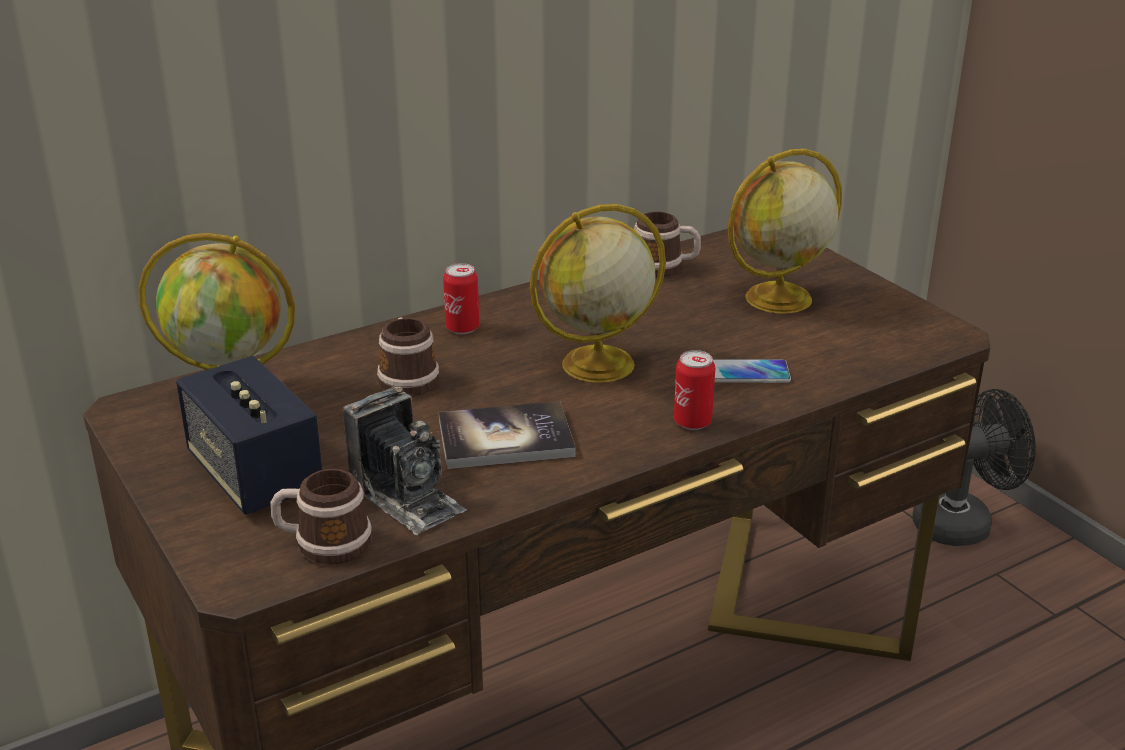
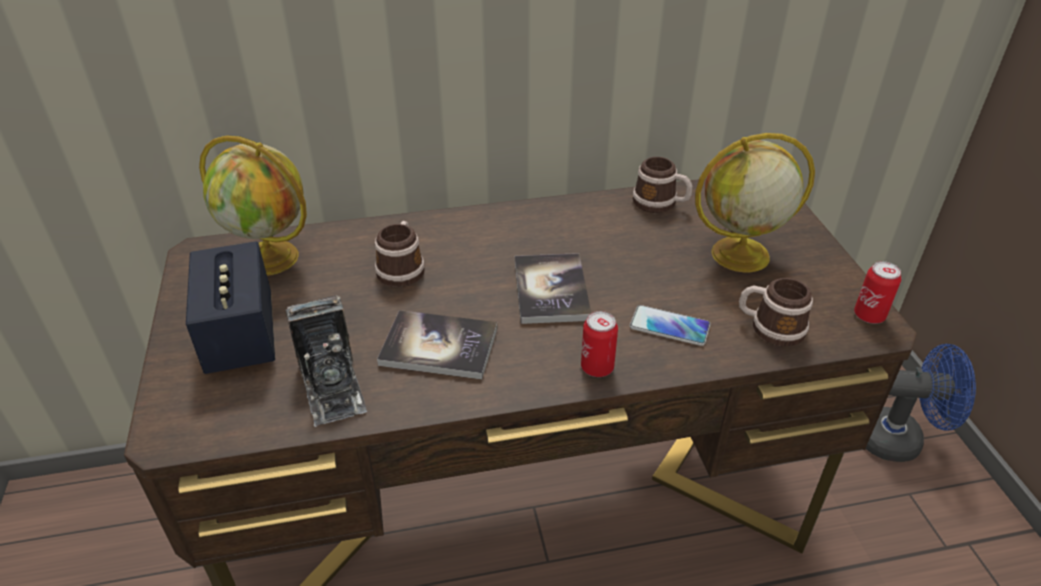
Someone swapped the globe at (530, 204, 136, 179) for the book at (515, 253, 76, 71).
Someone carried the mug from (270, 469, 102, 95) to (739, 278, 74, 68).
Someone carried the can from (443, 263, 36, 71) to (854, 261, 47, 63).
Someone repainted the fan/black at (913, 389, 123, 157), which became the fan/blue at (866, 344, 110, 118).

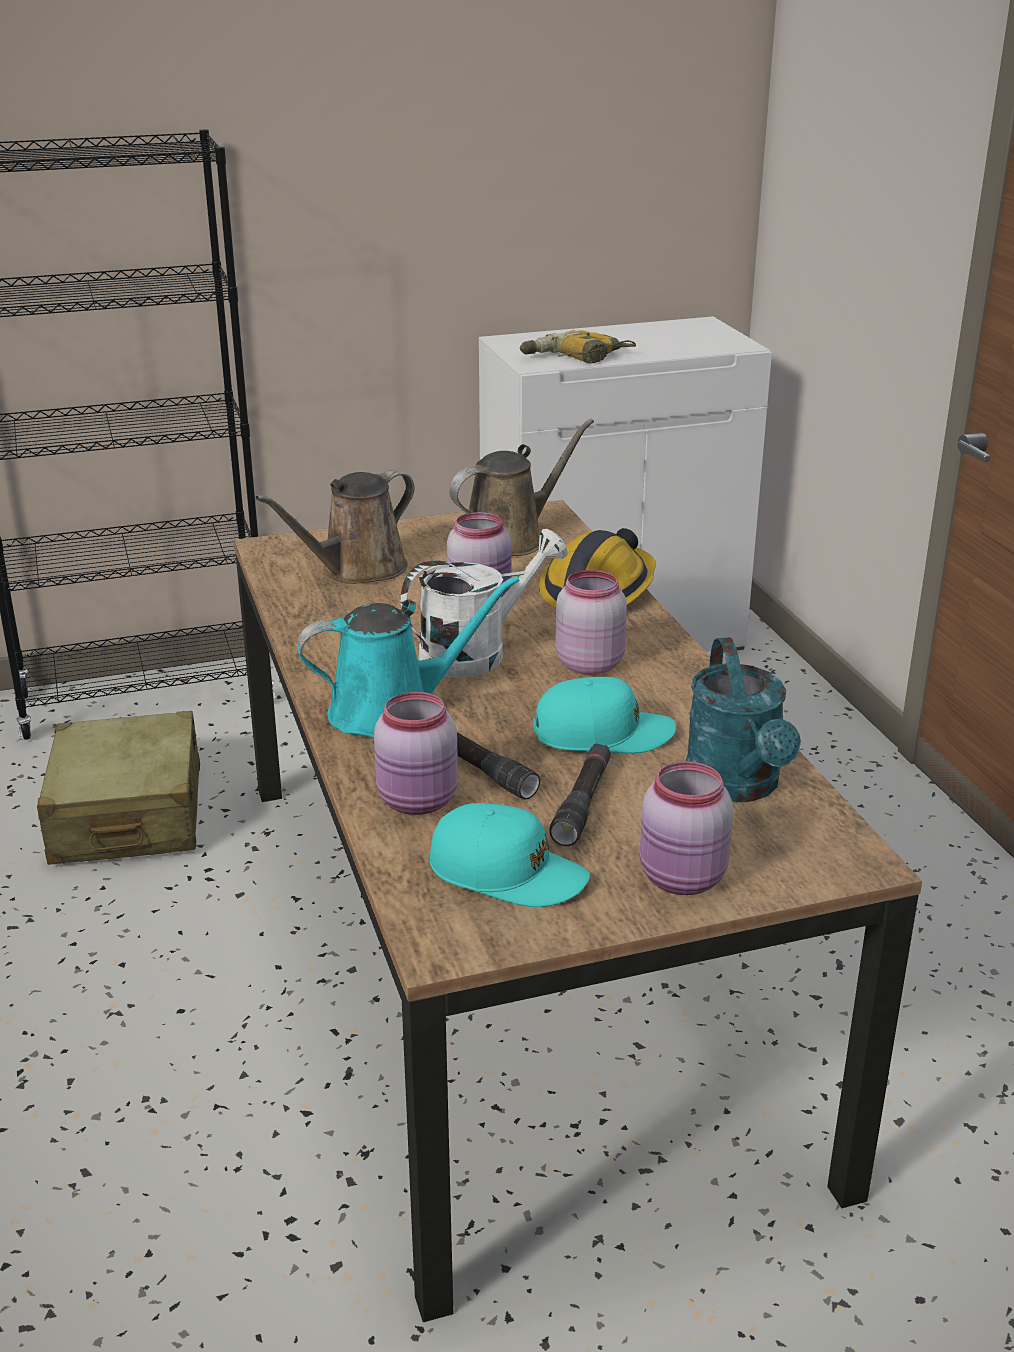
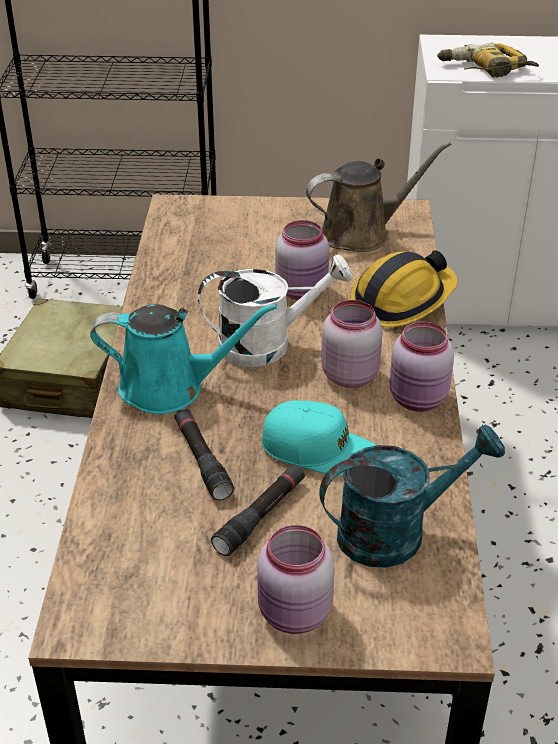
Someone rotated the watering can/turquoise at (686, 637, 115, 165) by 120 degrees counterclockwise.
Someone carried the jar/pink from (374, 692, 84, 123) to (390, 322, 64, 89).
Someone took away the watering can/brown at (255, 470, 160, 114).
Someone took away the cap/turquoise at (430, 803, 160, 104).

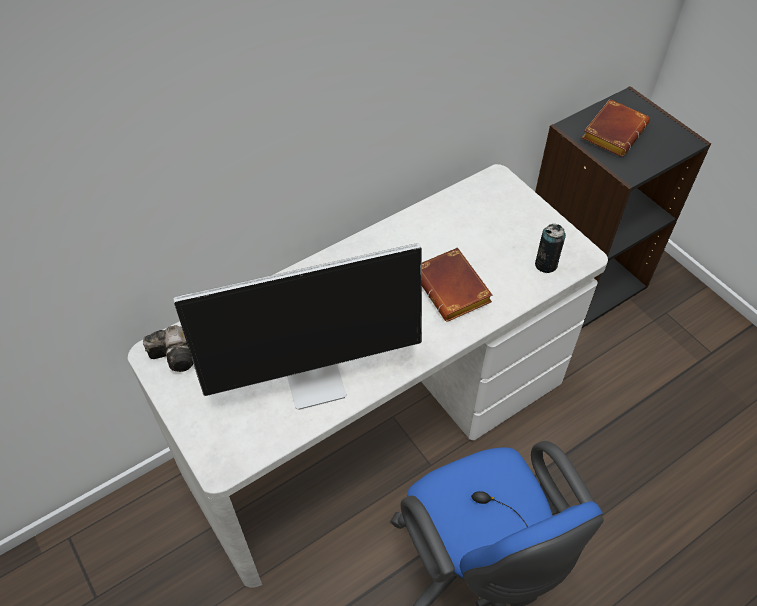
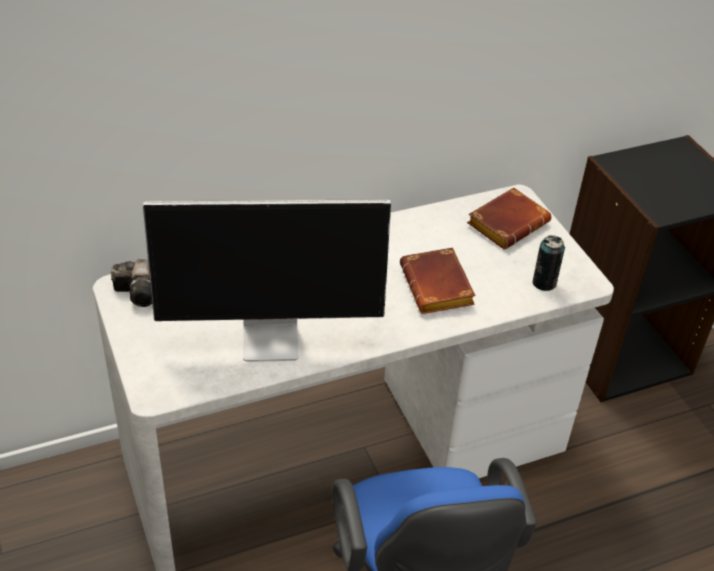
Someone carried the book/brown from (582, 99, 68, 58) to (467, 187, 84, 63).

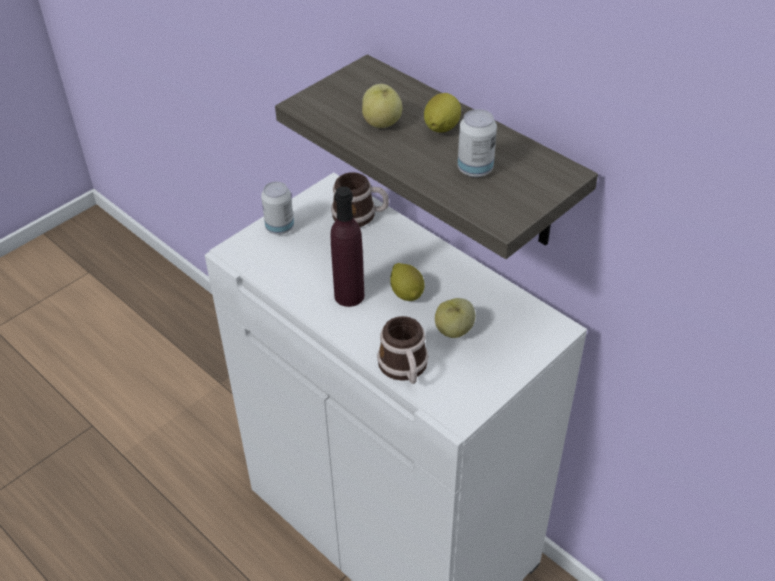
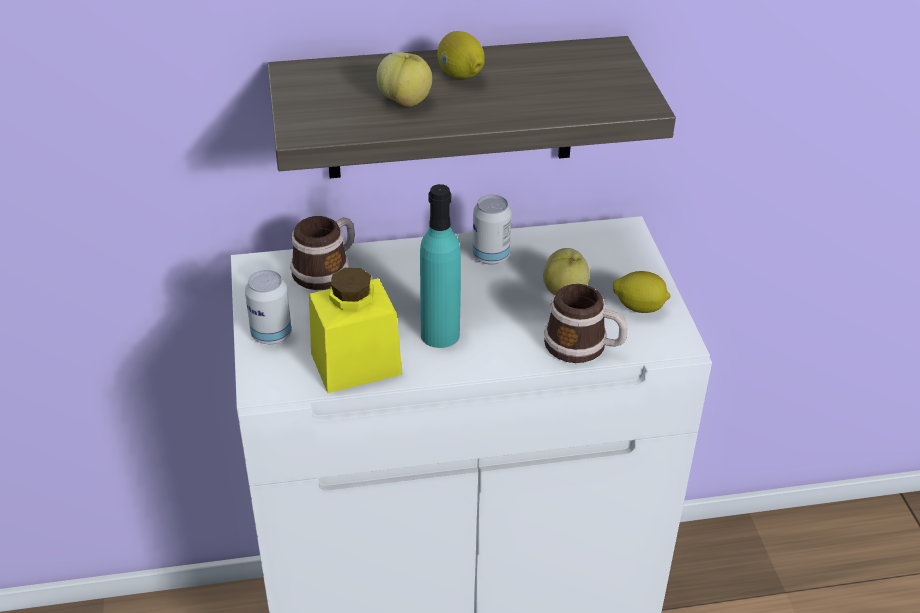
Someone put down the jar/yellow at (309, 268, 93, 125).
Someone repainted the bottle/purple at (330, 186, 34, 121), which became the bottle/turquoise at (420, 184, 41, 164).
Someone carried the can from (458, 109, 39, 68) to (472, 195, 40, 70).
Someone carried the lemon from (390, 263, 34, 38) to (613, 271, 58, 42).

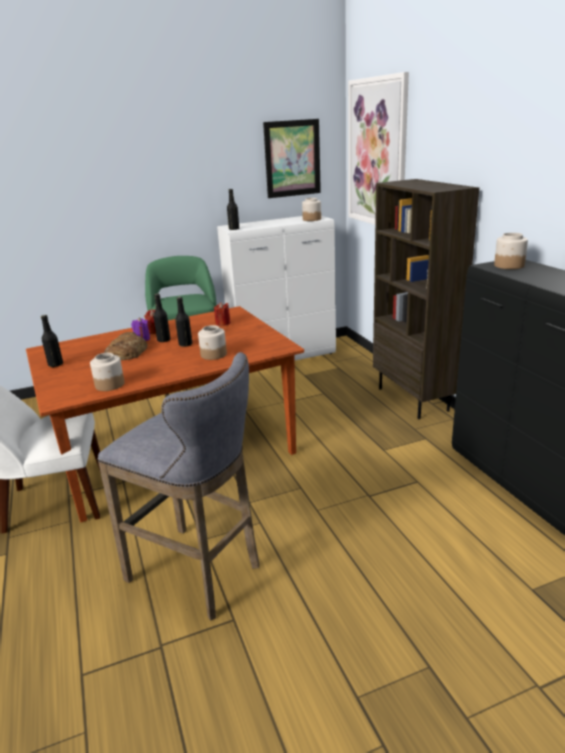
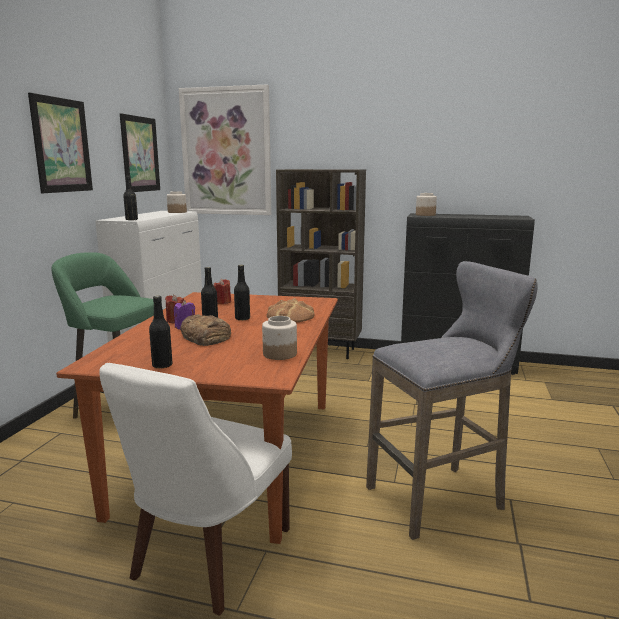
Someone put up the picture at (28, 93, 65, 100).
Someone swapped the jar at (198, 325, 29, 35) for the bread at (267, 298, 47, 24).

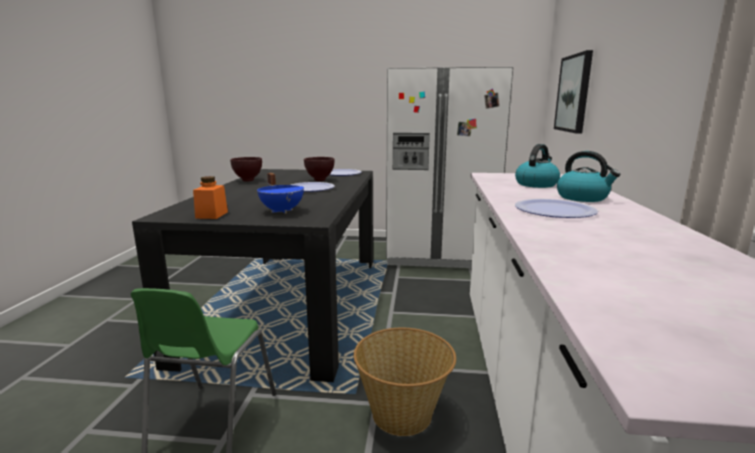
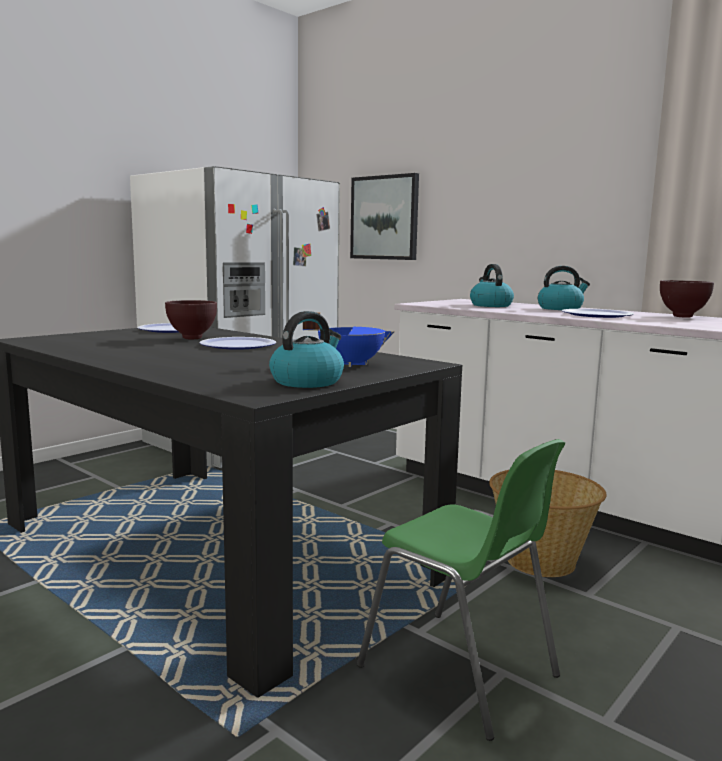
Someone swapped the jar/orange at (193, 176, 35, 43) for the kettle at (269, 311, 75, 77).
Someone carried the bowl/brown from (230, 157, 32, 24) to (660, 280, 54, 38).

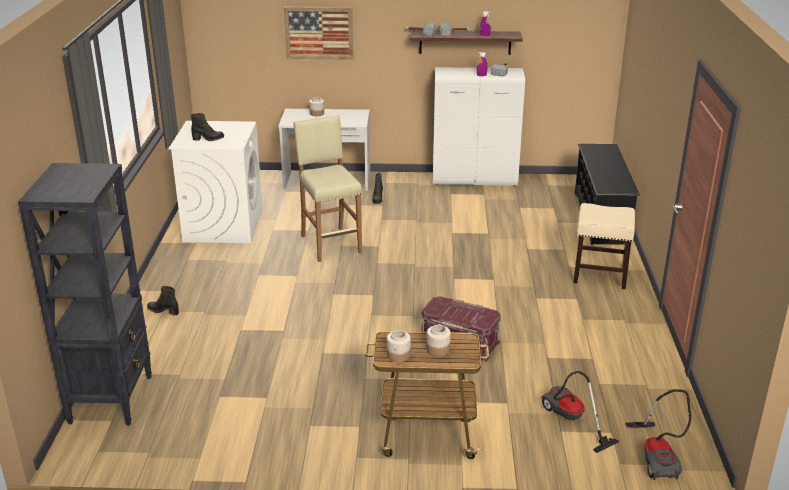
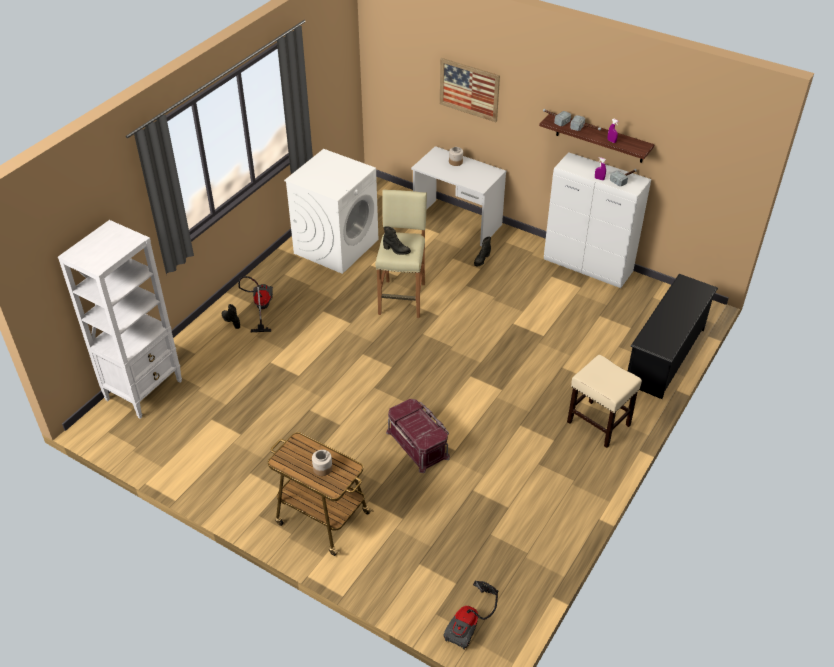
Someone repainted the bookcase/black at (18, 163, 134, 263), which became the bookcase/white at (58, 220, 124, 199).
Someone carried the vacuum cleaner from (541, 371, 78, 82) to (238, 276, 35, 56).
Someone carried the boot/black from (191, 113, 33, 28) to (383, 226, 28, 29).
Someone took away the jar at (387, 330, 24, 32).

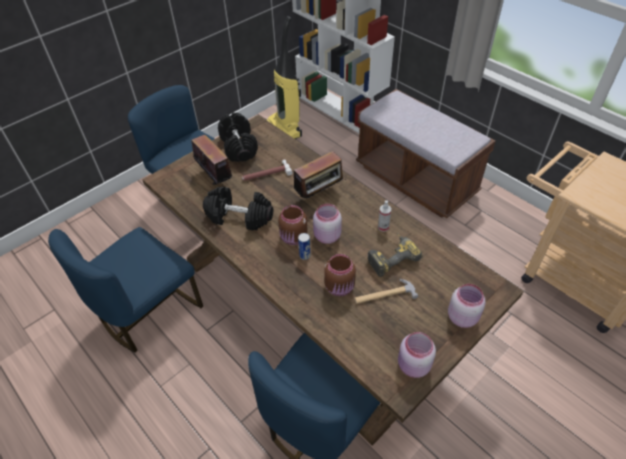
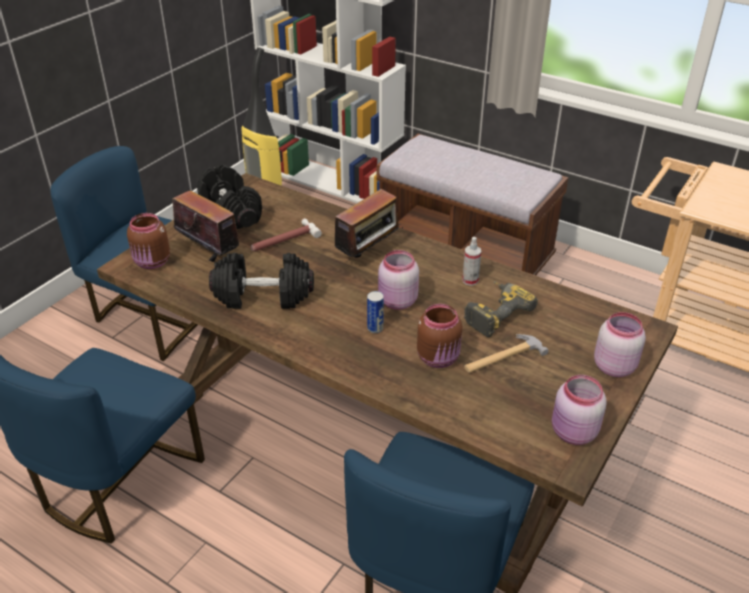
Someone carried the jar/brown from (278, 205, 30, 40) to (127, 213, 43, 56).

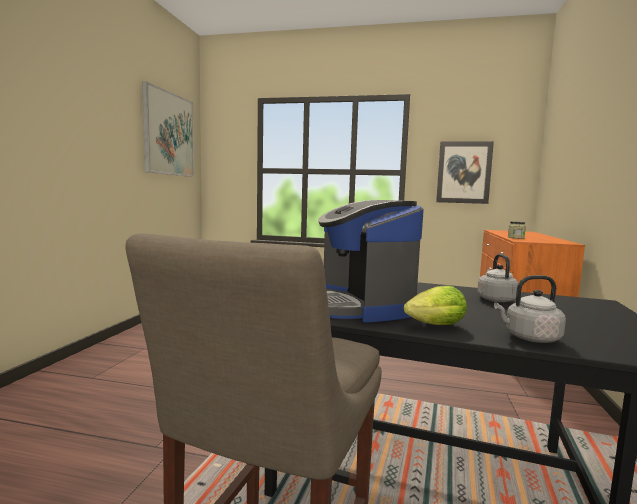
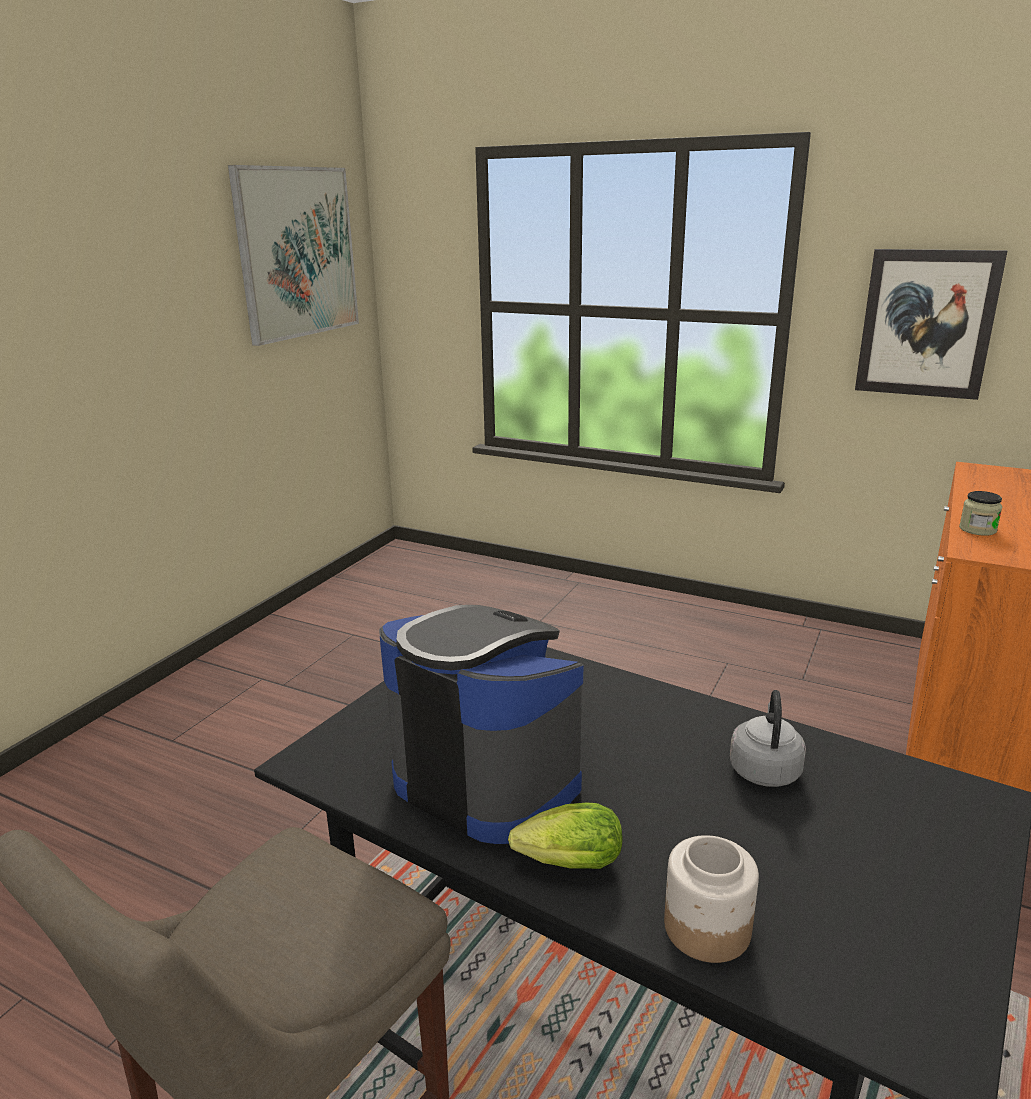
Someone rotated the coffee machine at (318, 200, 106, 123) by 135 degrees clockwise.
Someone swapped the kettle/grey at (494, 275, 72, 68) for the jar at (664, 835, 95, 128).

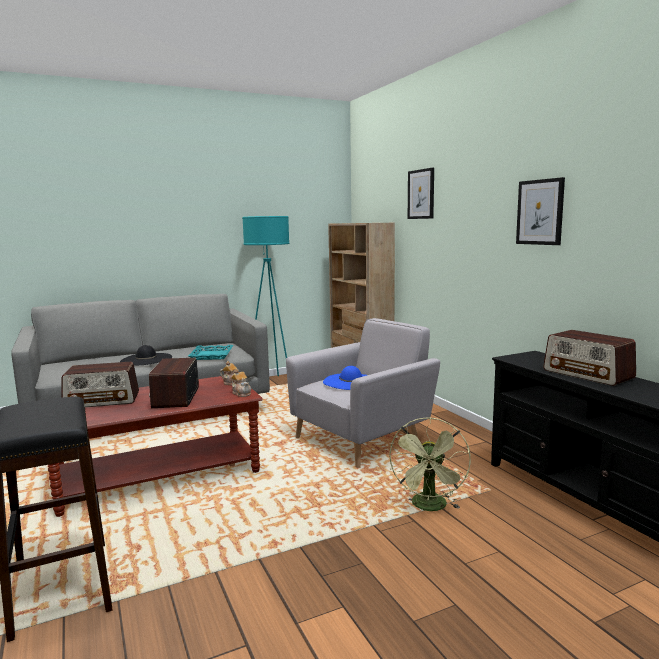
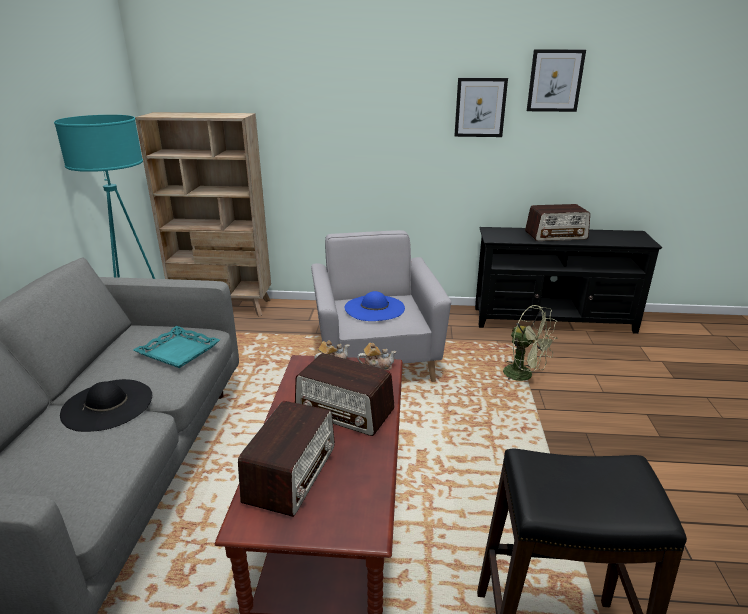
Someone carried the picture from (408, 168, 26, 51) to (527, 50, 59, 62).

